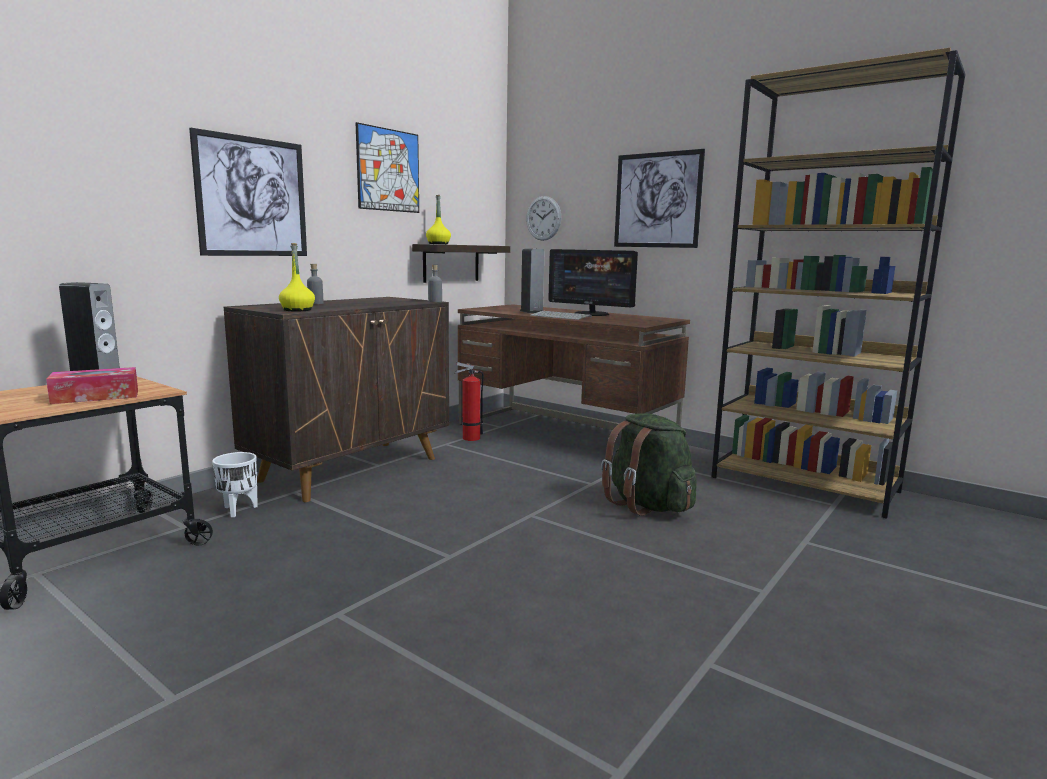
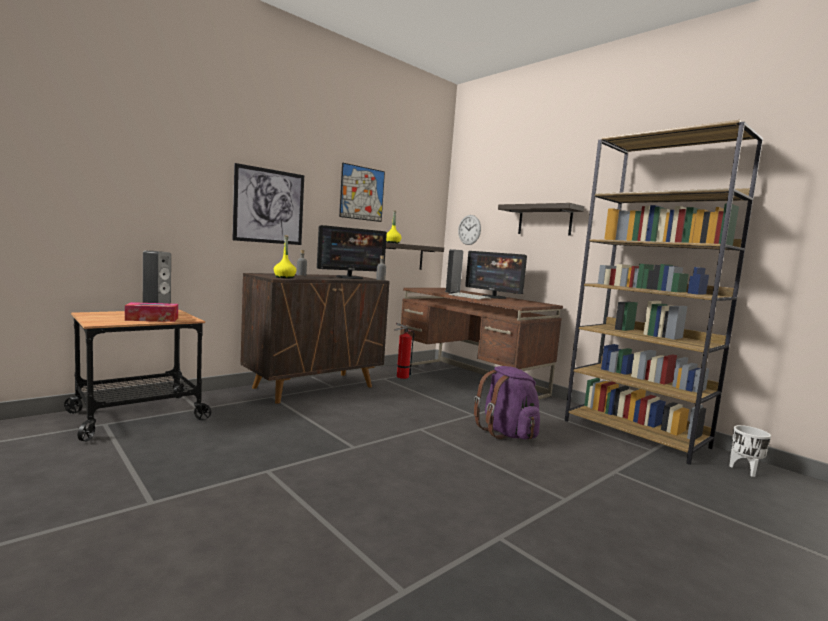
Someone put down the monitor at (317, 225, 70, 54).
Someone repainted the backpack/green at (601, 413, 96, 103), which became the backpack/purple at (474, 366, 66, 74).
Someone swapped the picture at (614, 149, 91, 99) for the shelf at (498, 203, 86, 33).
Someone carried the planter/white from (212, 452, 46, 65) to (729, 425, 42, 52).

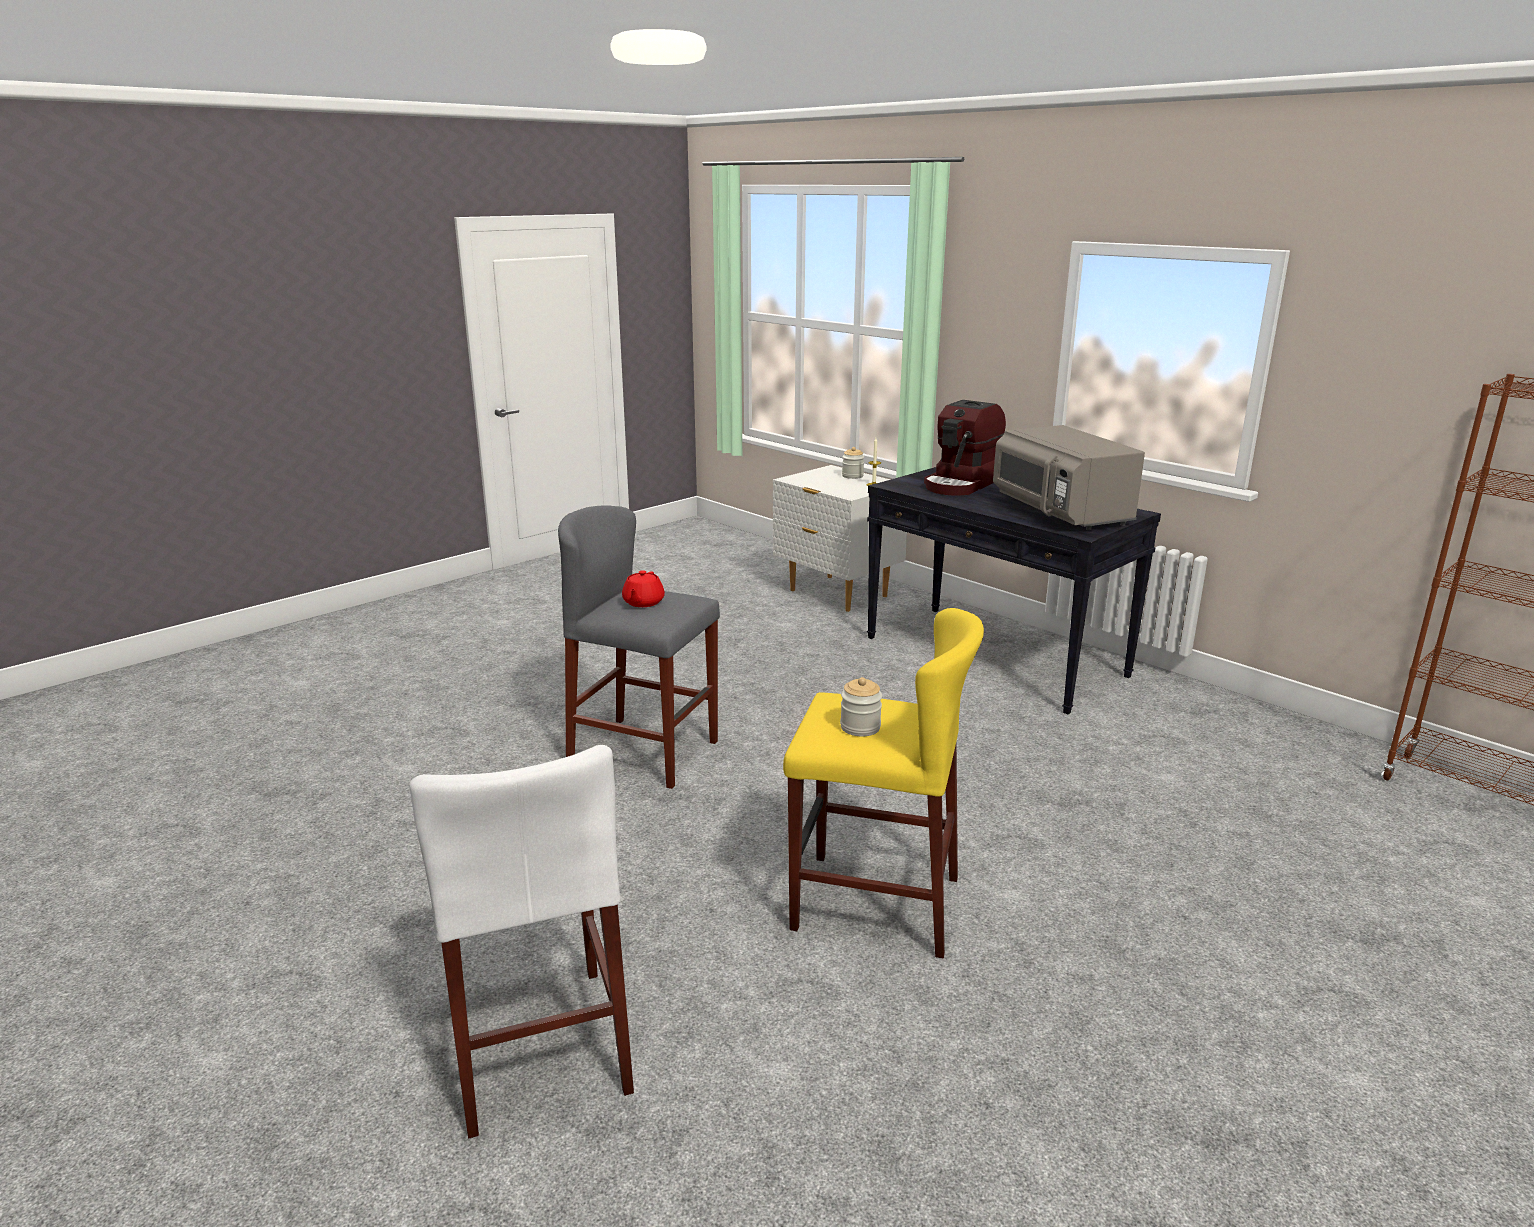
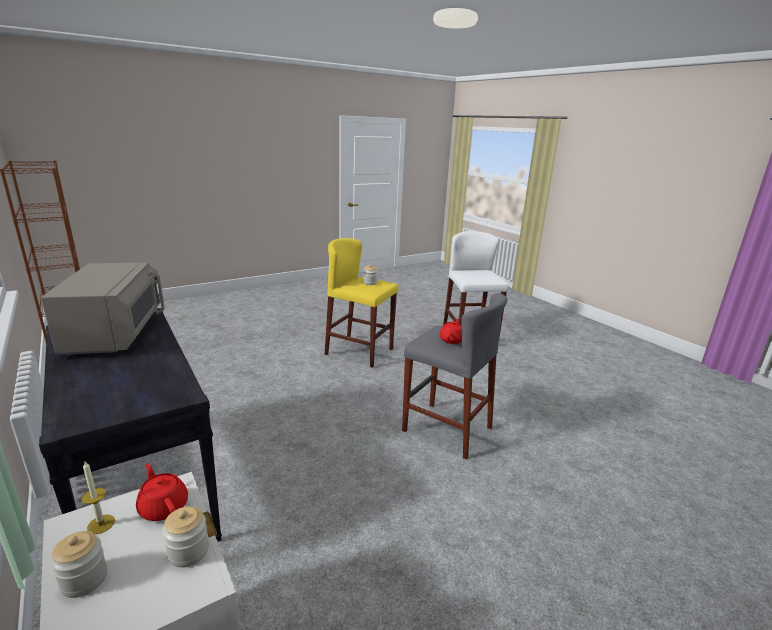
Someone put down the teapot/red at (136, 464, 52, 57).
Someone put down the jar at (163, 506, 46, 62).
Someone took away the coffee machine at (924, 400, 82, 95).

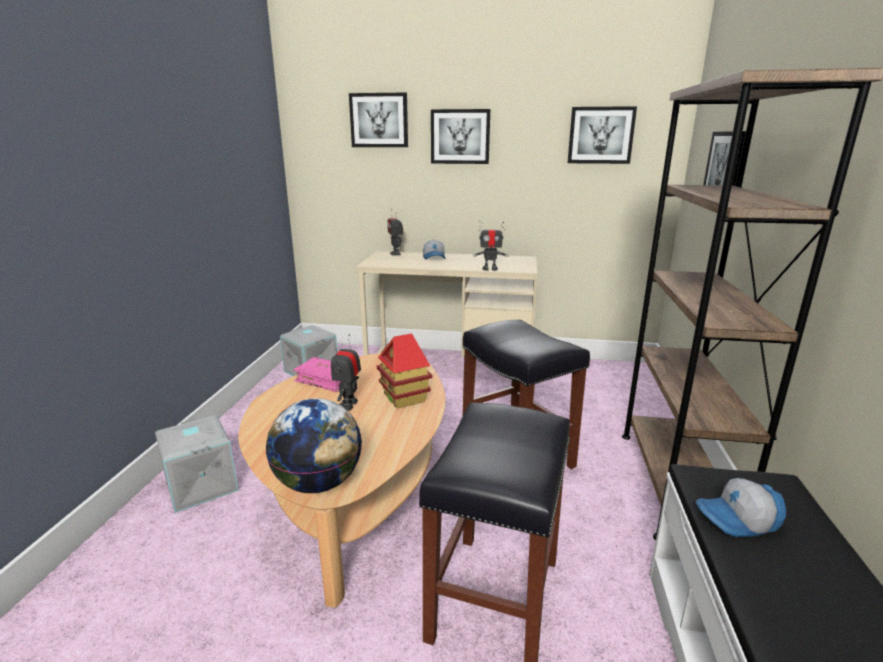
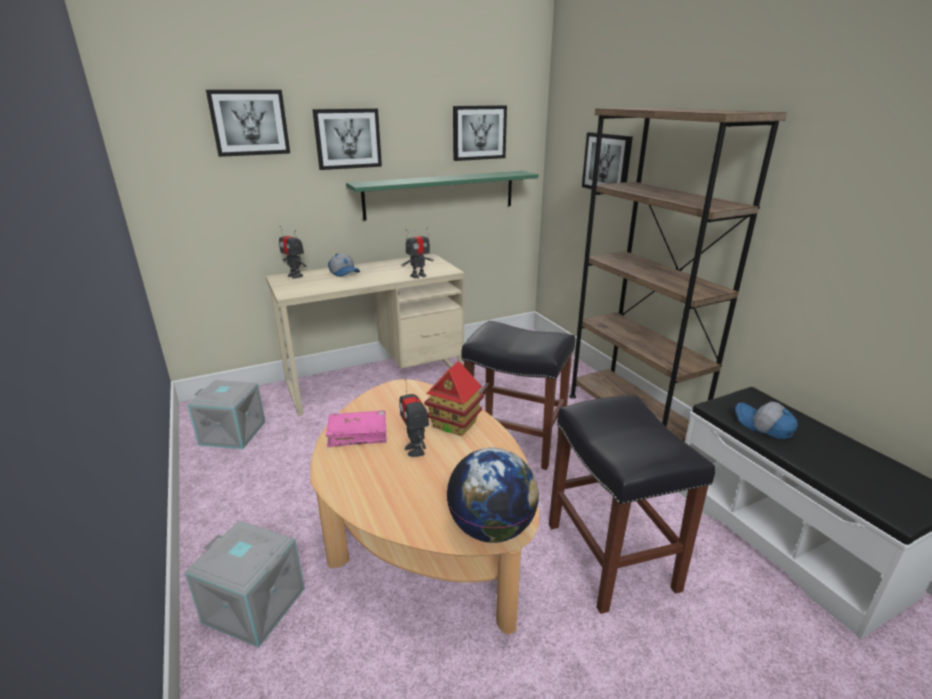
Someone put up the shelf/green at (346, 171, 192, 49).
Someone rotated the cap at (695, 478, 91, 59) by 90 degrees clockwise.

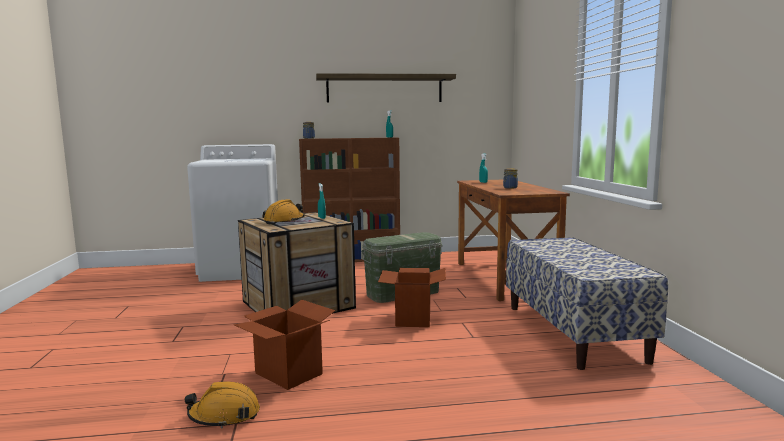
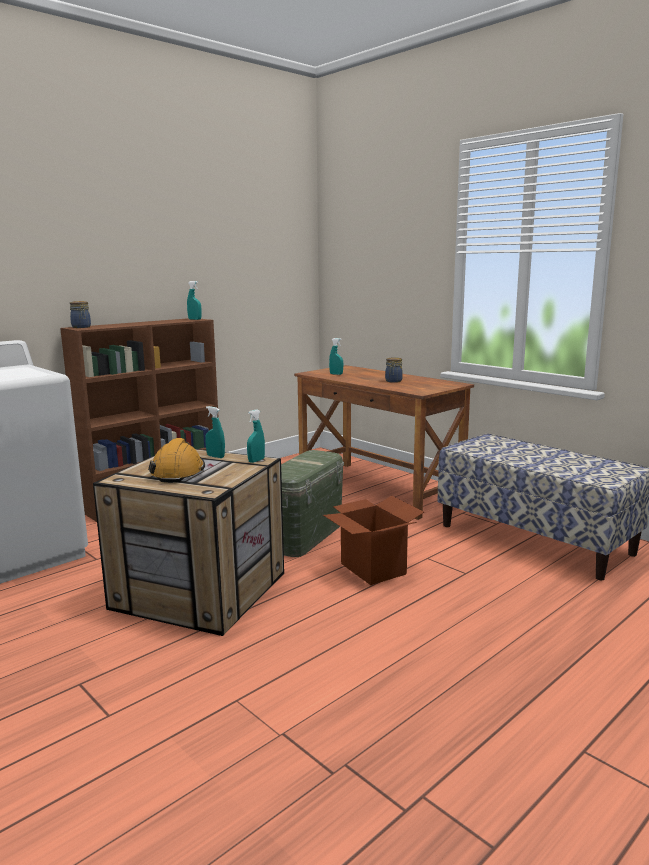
Someone put down the spray bottle/turquoise at (247, 409, 18, 54).
Someone took away the hard hat/orange at (185, 381, 75, 47).
Someone took away the cardboard box at (234, 300, 101, 90).
Someone took away the shelf at (316, 73, 140, 30).

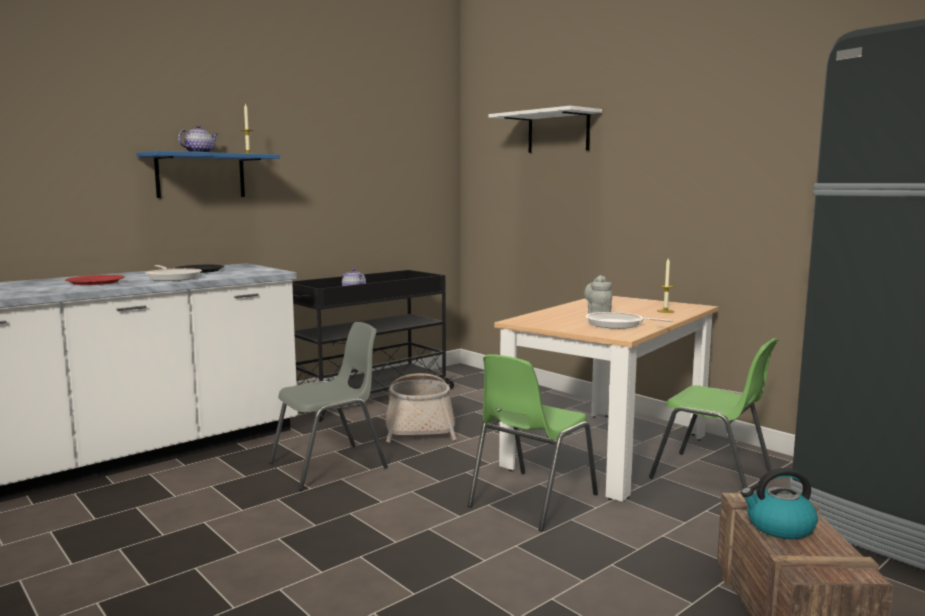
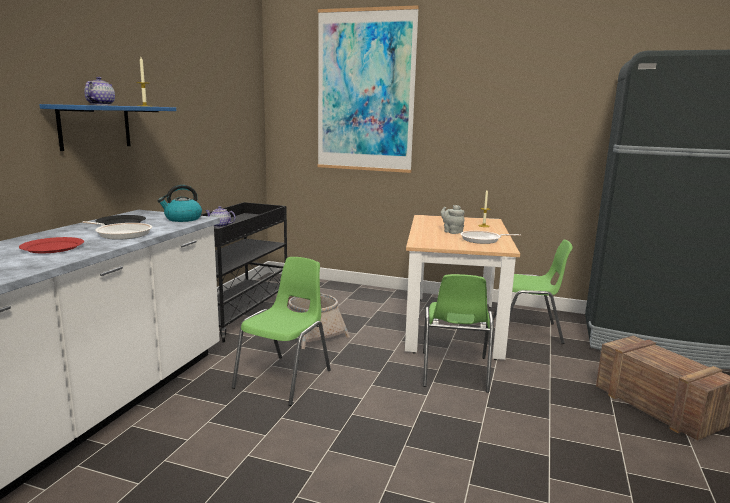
Someone carried the kettle from (741, 468, 77, 71) to (157, 185, 45, 37).
Someone repainted the chair/grey at (269, 322, 119, 169), which became the chair/green at (232, 257, 99, 149).
Someone swapped the shelf/white at (488, 106, 114, 47) for the picture at (317, 5, 102, 168).

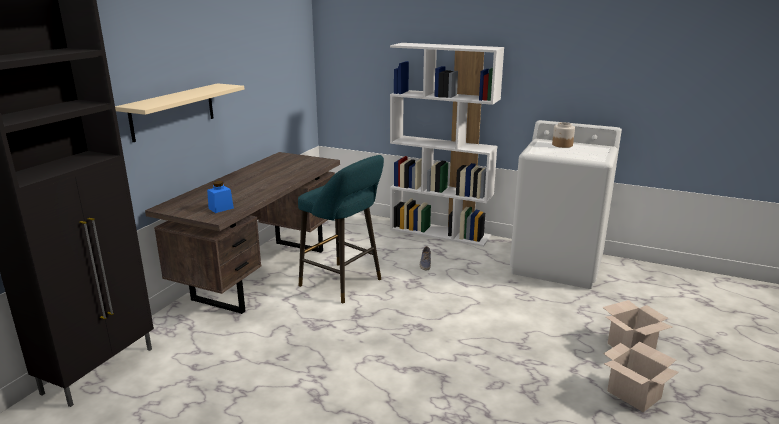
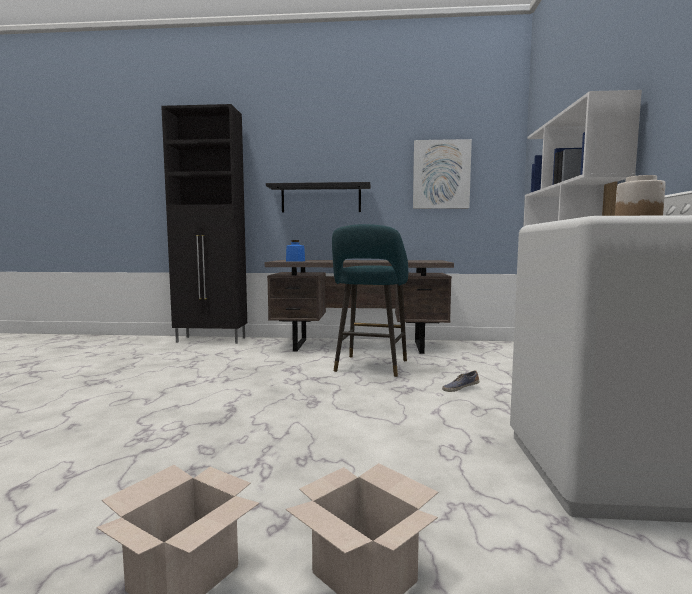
Someone repainted the shelf/beige at (115, 83, 129, 59), which became the shelf/black at (266, 182, 105, 31).
Someone put up the picture at (413, 139, 59, 70).

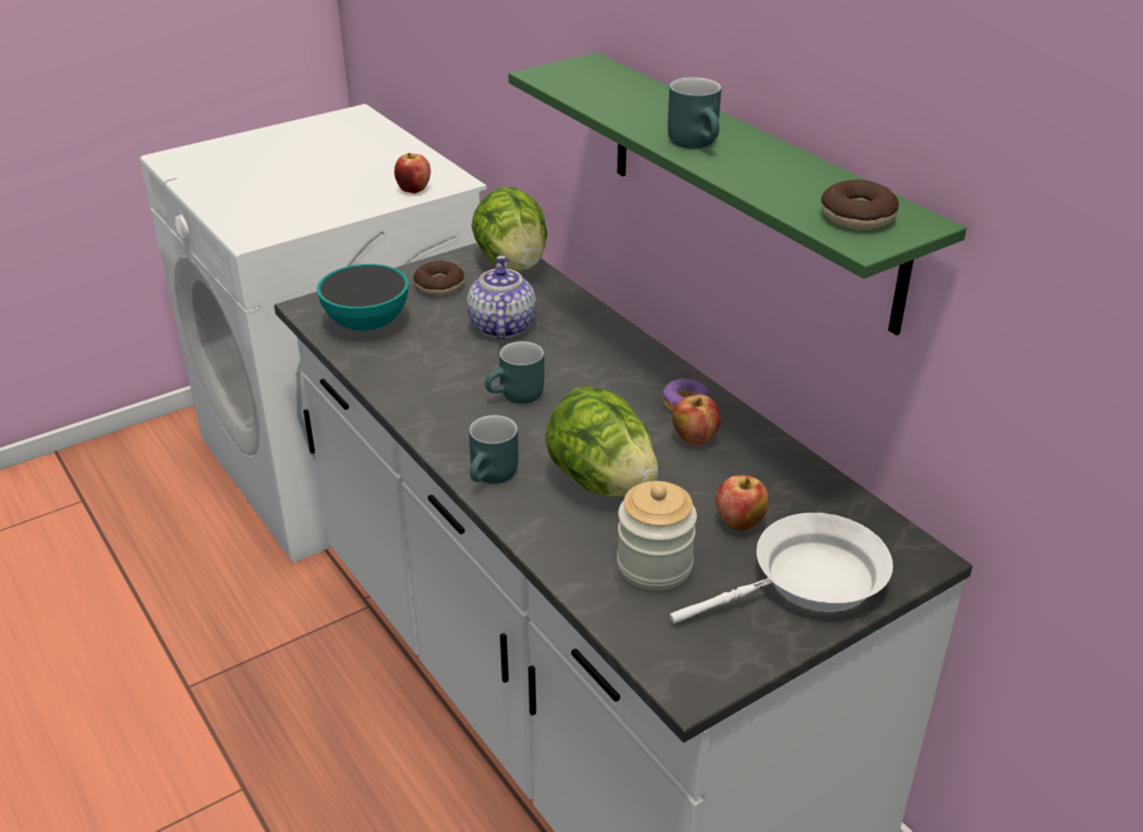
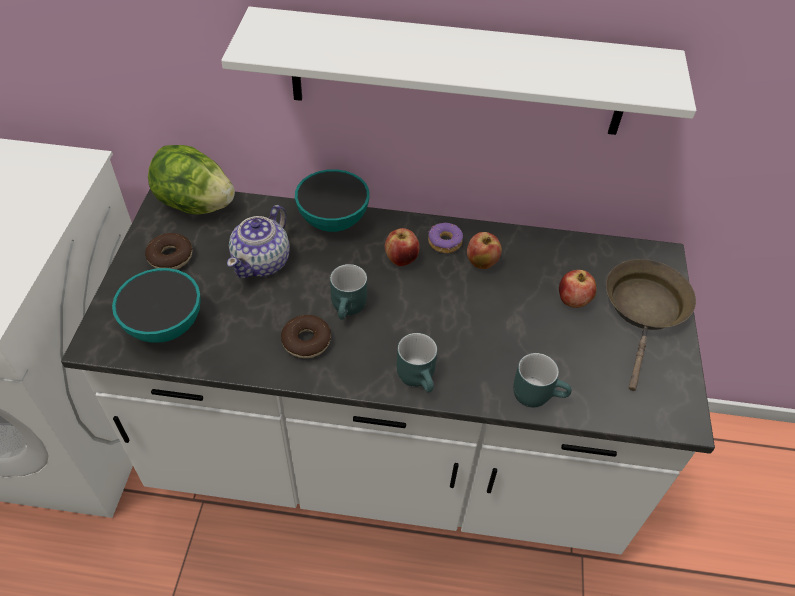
Someone repainted the shelf/green at (508, 52, 459, 283), which became the shelf/white at (221, 6, 475, 129).
Someone rotated the teapot at (467, 256, 69, 83) by 105 degrees counterclockwise.
Someone carried the donut from (821, 180, 78, 50) to (281, 315, 50, 43).
Someone put down the bowl at (295, 169, 75, 63).
Someone carried the apple from (394, 153, 37, 40) to (385, 228, 34, 38).
Someone carried the mug/turquoise from (668, 77, 53, 72) to (513, 353, 59, 54).
Someone repainted the frying pan/white at (670, 513, 223, 111), which became the frying pan/brown at (606, 259, 90, 132).
Someone took away the lettuce at (545, 386, 113, 111).
Someone took away the jar at (617, 481, 80, 110).

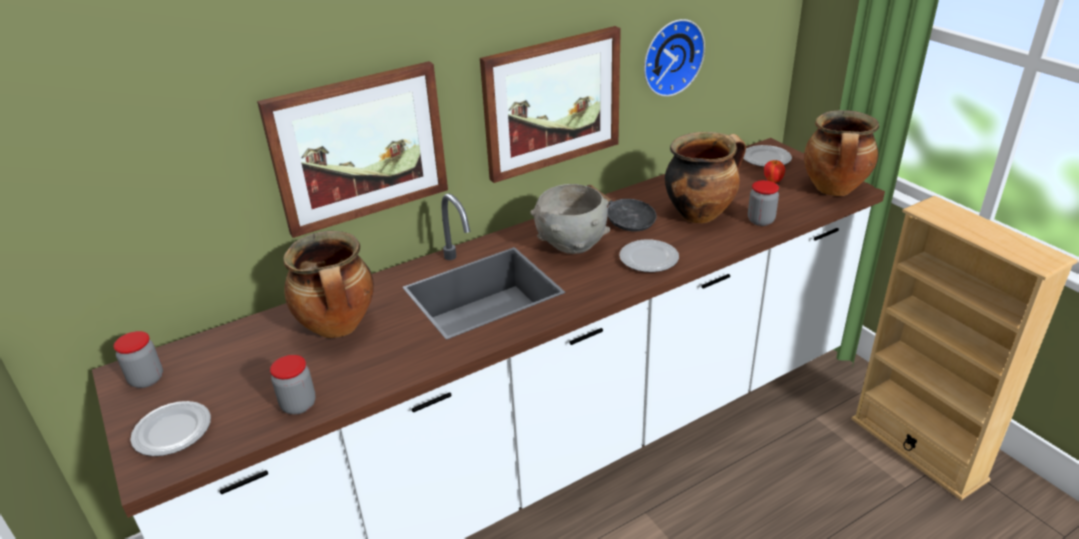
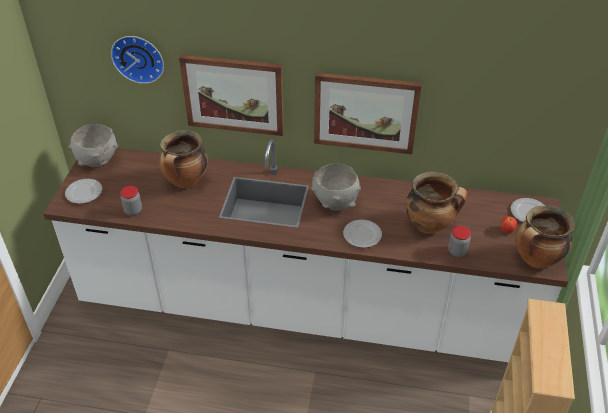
Someone swapped the jar at (113, 331, 50, 57) for the bowl/grey at (68, 124, 50, 43).
Someone carried the wall clock from (644, 19, 61, 78) to (111, 36, 53, 48).
Someone took away the frying pan/black at (586, 185, 71, 46).

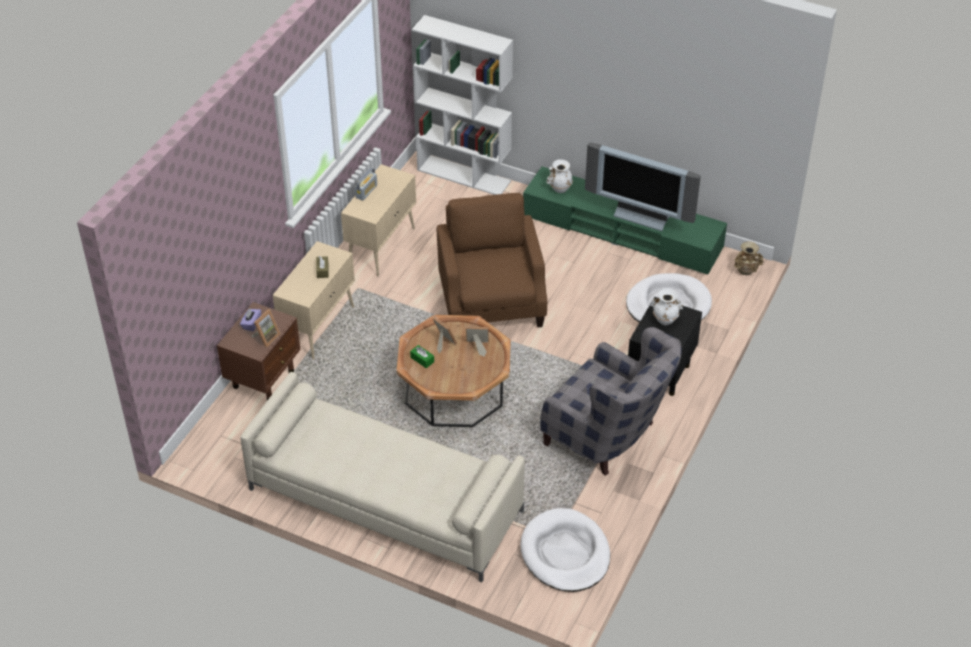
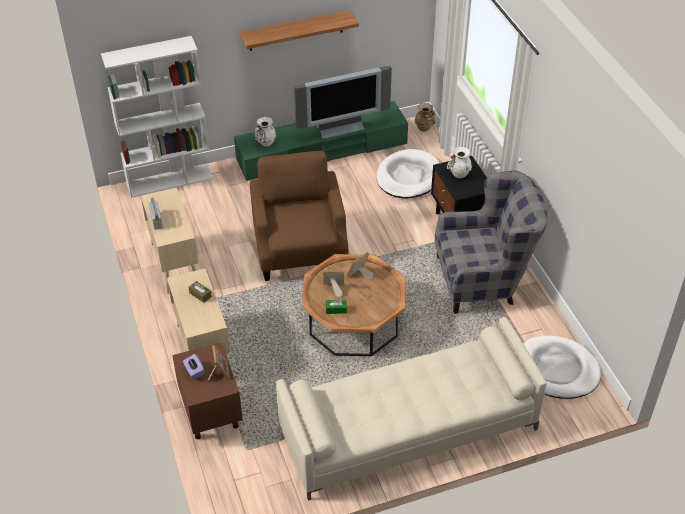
Someone put up the shelf at (240, 10, 119, 41).
Someone rotated the armchair/brown at (437, 193, 110, 135) by 45 degrees clockwise.

